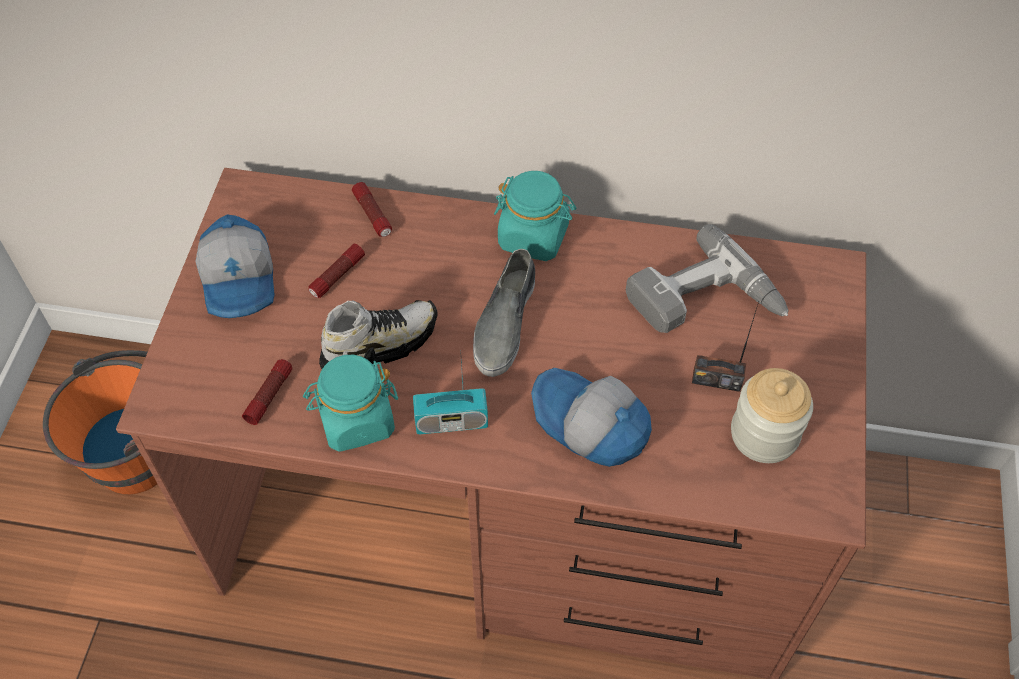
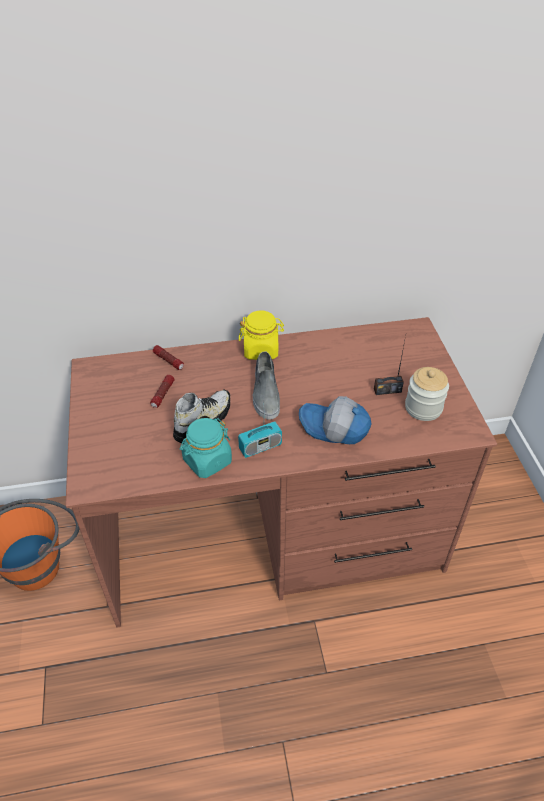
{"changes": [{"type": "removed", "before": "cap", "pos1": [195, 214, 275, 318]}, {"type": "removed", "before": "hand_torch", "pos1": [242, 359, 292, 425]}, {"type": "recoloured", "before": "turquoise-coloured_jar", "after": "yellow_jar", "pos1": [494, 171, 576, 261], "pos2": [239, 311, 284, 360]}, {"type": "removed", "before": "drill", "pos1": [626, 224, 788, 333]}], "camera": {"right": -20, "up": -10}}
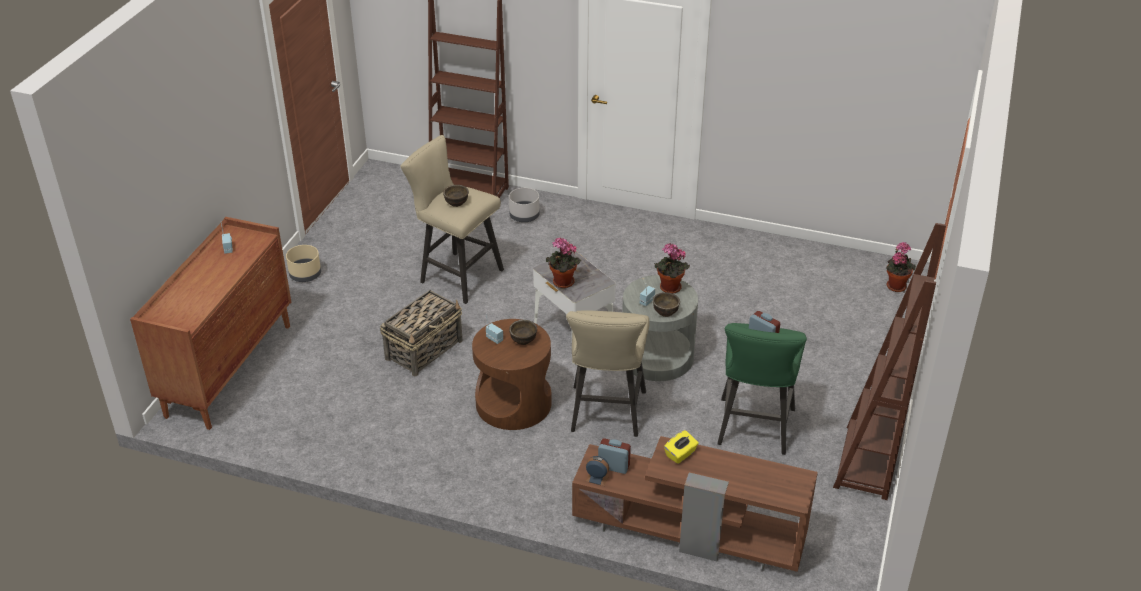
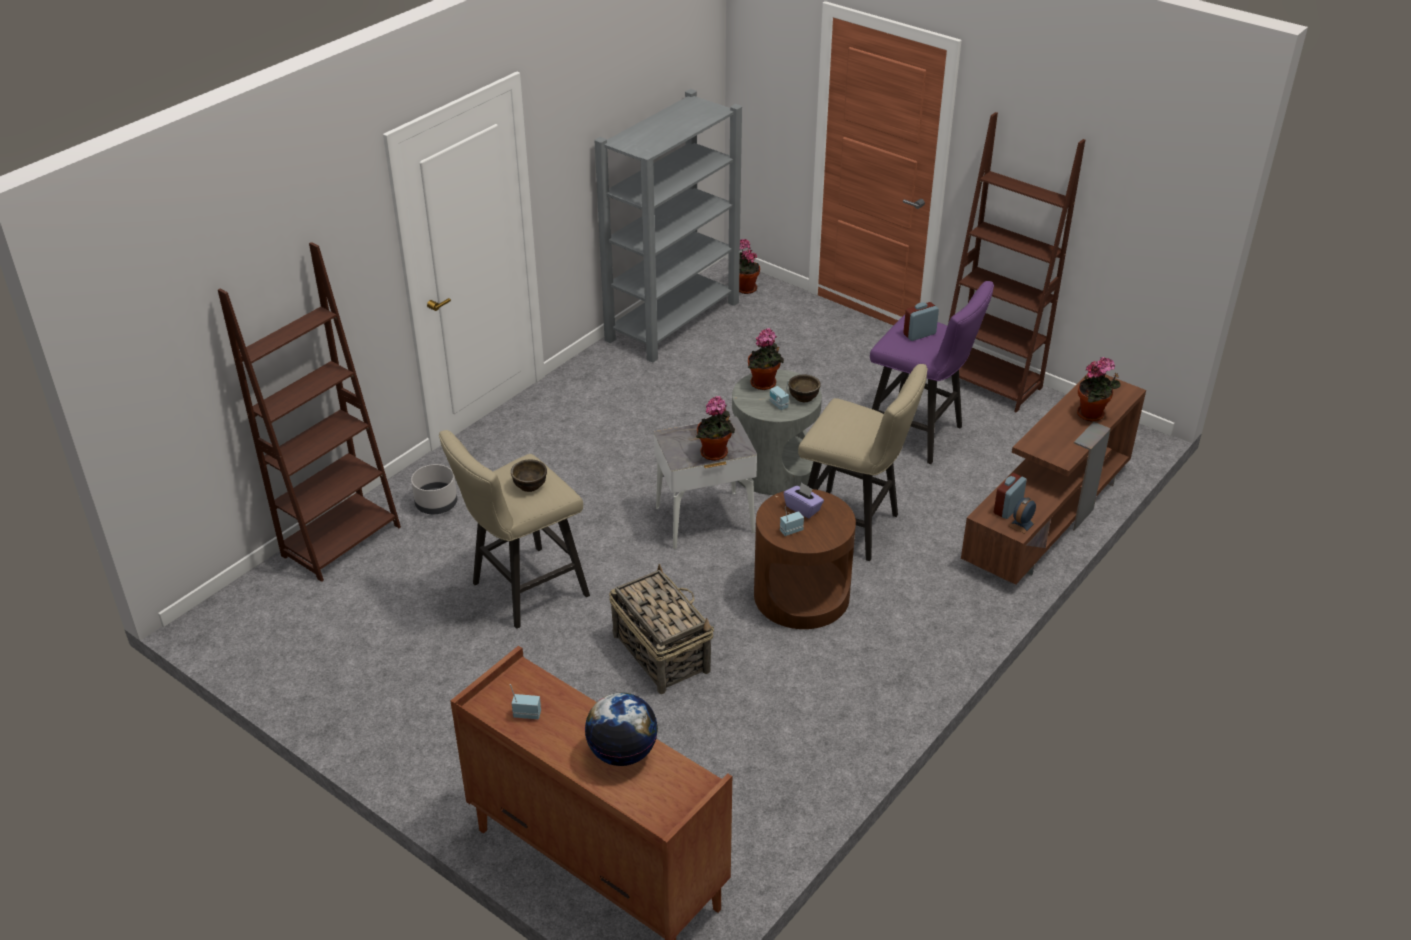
{"changes": [{"type": "removed", "before": "sand-coloured_planter", "pos1": [286, 245, 321, 282]}, {"type": "replaced", "before": "brownish_bowl", "after": "purple-coloured_tissue_box", "pos1": [509, 320, 537, 345], "pos2": [783, 482, 824, 518]}, {"type": "removed", "before": "yellow_tissue_box", "pos1": [664, 430, 699, 464]}, {"type": "recoloured", "before": "green_stool_seat", "after": "purple-coloured_stool_seat", "pos1": [718, 323, 807, 455], "pos2": [870, 281, 994, 464]}, {"type": "added", "after": "world_globe", "pos2": [585, 692, 658, 766]}, {"type": "added", "after": "gray_bookshelf", "pos2": [594, 89, 742, 363]}, {"type": "added", "after": "plant_in_a_pot", "pos2": [1077, 357, 1121, 421]}], "camera": {"right": -70, "up": 0}}
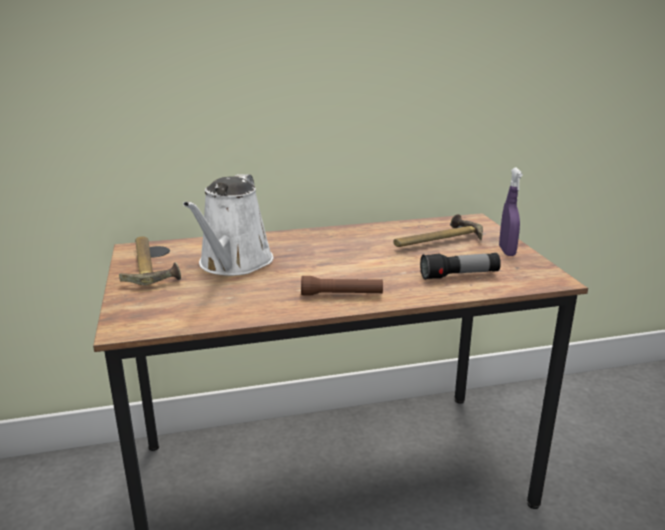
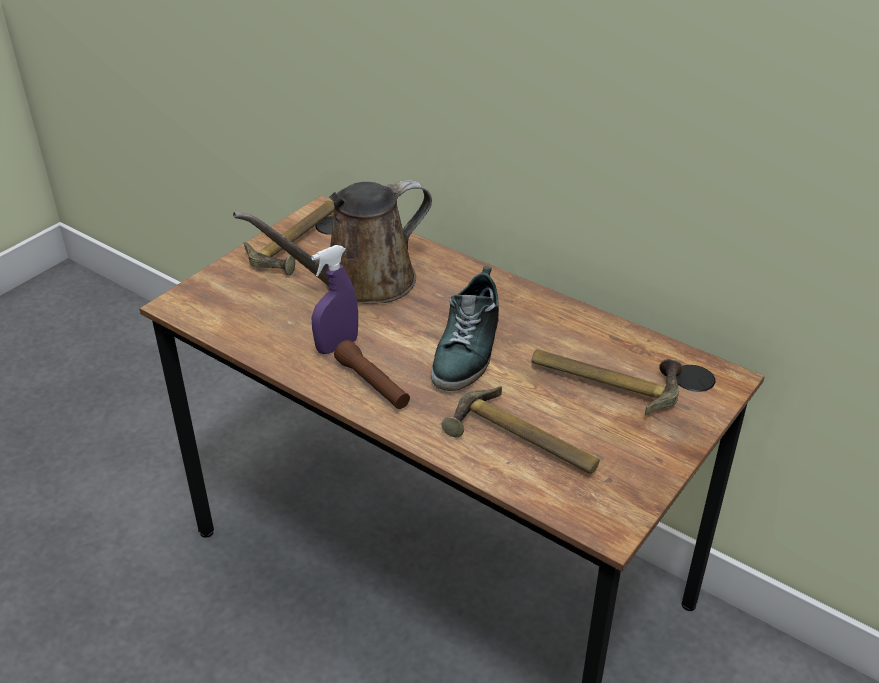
{"changes": [{"type": "recoloured", "before": "white-coloured_sprinkling_can", "after": "brownish_sprinkling_can", "pos1": [183, 174, 273, 276], "pos2": [233, 180, 432, 304]}, {"type": "replaced", "before": "hand_torch", "after": "hammer", "pos1": [420, 253, 501, 280], "pos2": [441, 386, 600, 474]}, {"type": "moved", "before": "purple-coloured_spray_bottle", "pos1": [499, 168, 523, 256], "pos2": [311, 245, 358, 354]}, {"type": "added", "after": "shoe", "pos2": [430, 266, 499, 391]}], "camera": {"right": 50, "up": 15}}
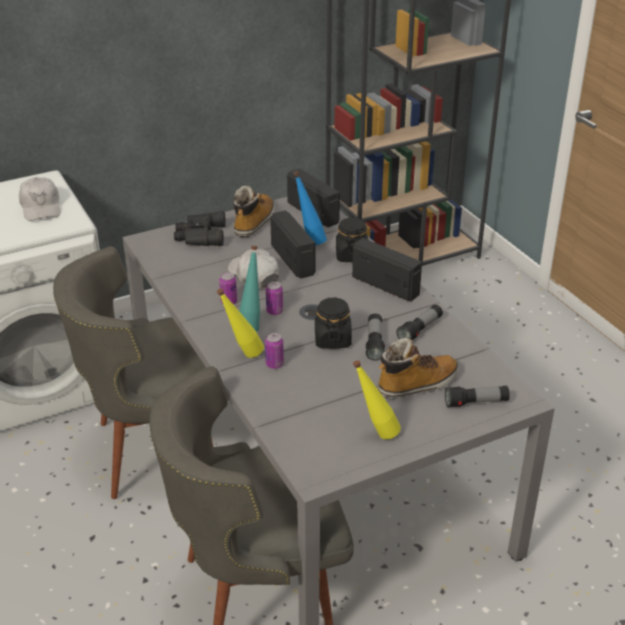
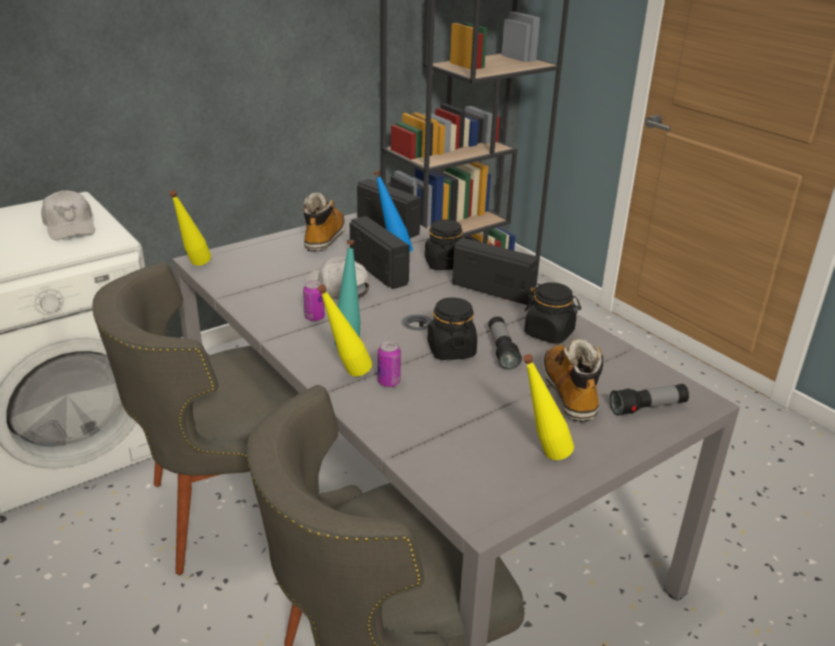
{"changes": [{"type": "removed", "before": "black_field_glasses", "pos1": [174, 211, 226, 246]}, {"type": "removed", "before": "can", "pos1": [266, 281, 283, 315]}, {"type": "turned", "before": "tall_boot", "pos1": [378, 338, 459, 399], "pos2": [543, 339, 603, 422], "turn": -60}, {"type": "replaced", "before": "hand_torch", "after": "black_jar", "pos1": [396, 305, 443, 340], "pos2": [524, 283, 581, 344]}, {"type": "added", "after": "yellow_drink_bottle", "pos2": [170, 190, 211, 266]}], "camera": {"right": -10, "up": -5}}
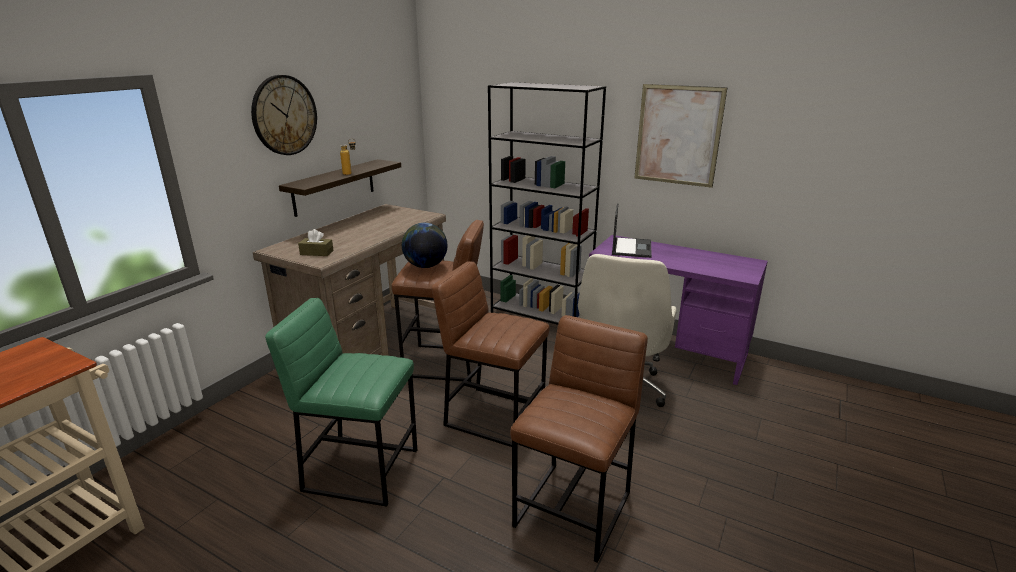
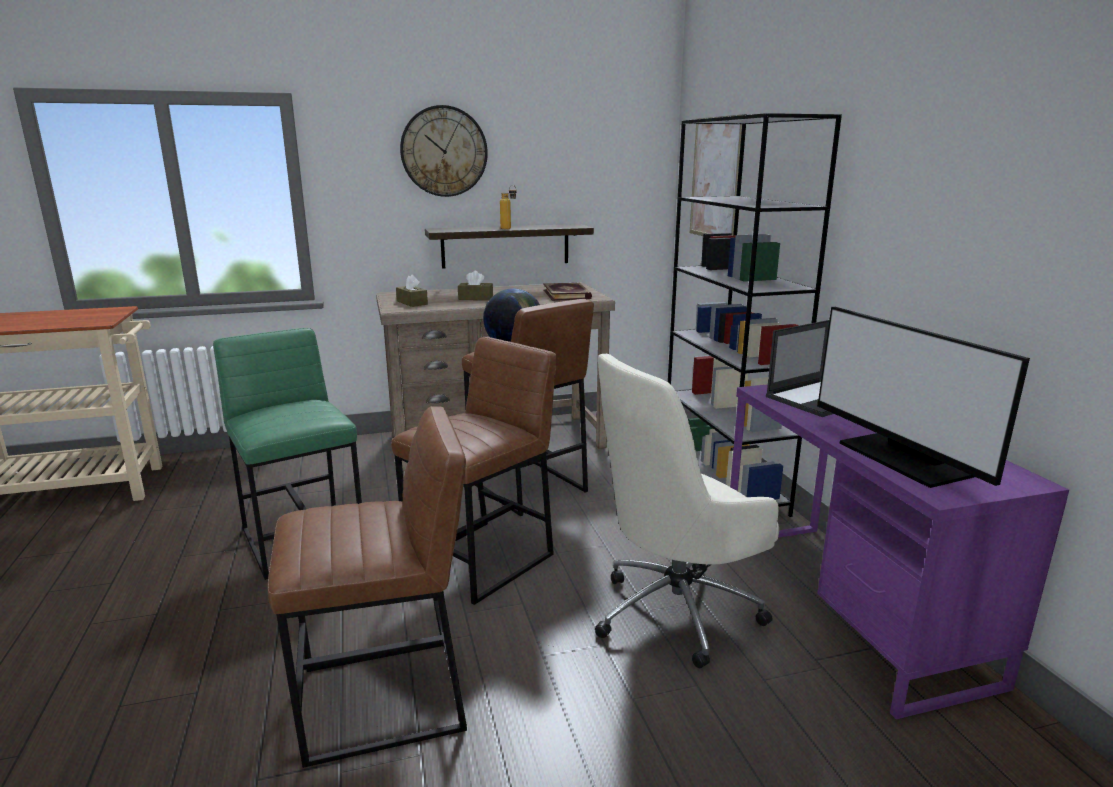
{"changes": [{"type": "turned", "before": "brownish_plain_chair", "pos1": [432, 261, 550, 447], "pos2": [391, 337, 557, 605], "turn": 60}, {"type": "moved", "before": "wall_picture", "pos1": [634, 84, 727, 188], "pos2": [690, 114, 747, 236]}, {"type": "added", "after": "brownish_tissue_box", "pos2": [458, 270, 493, 300]}, {"type": "added", "after": "book", "pos2": [543, 282, 592, 301]}, {"type": "added", "after": "computer_display", "pos2": [817, 307, 1030, 488]}], "camera": {"right": 45, "up": -5}}
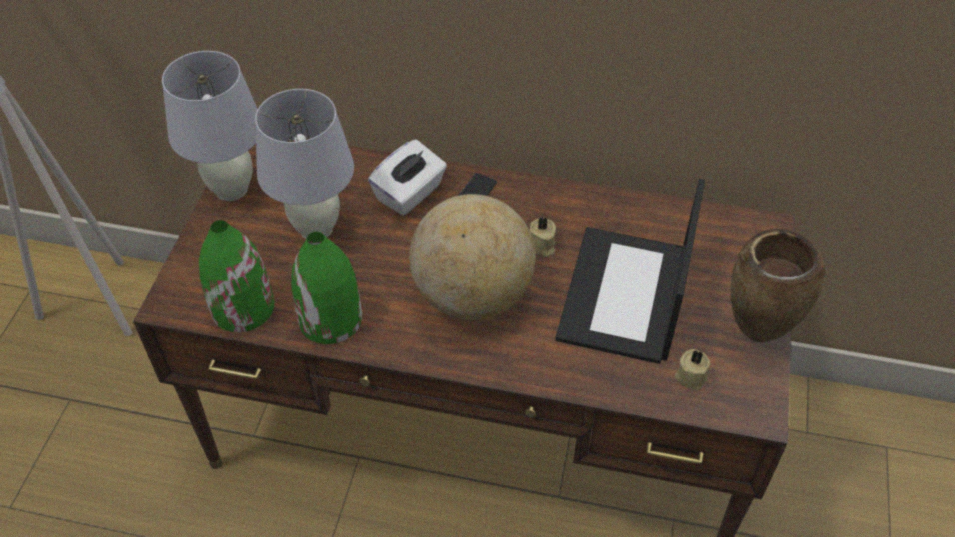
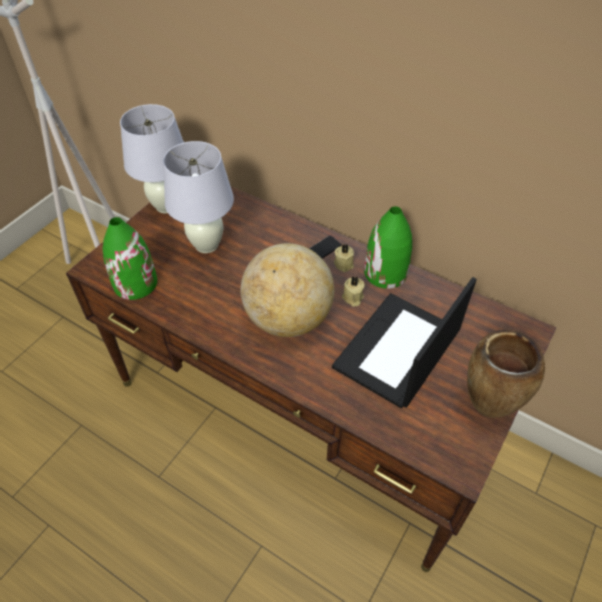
{"changes": [{"type": "moved", "before": "green_vase", "pos1": [291, 232, 362, 344], "pos2": [364, 206, 412, 288]}, {"type": "removed", "before": "white-coloured_tissue_box", "pos1": [368, 139, 447, 216]}, {"type": "moved", "before": "sand-coloured_candle", "pos1": [675, 349, 710, 390], "pos2": [334, 244, 354, 272]}], "camera": {"right": 20, "up": 0}}
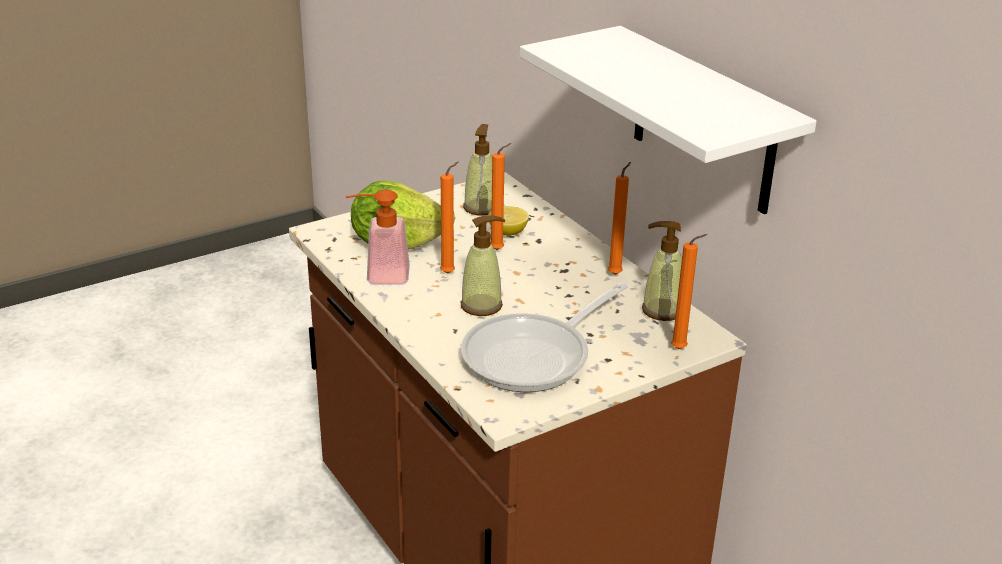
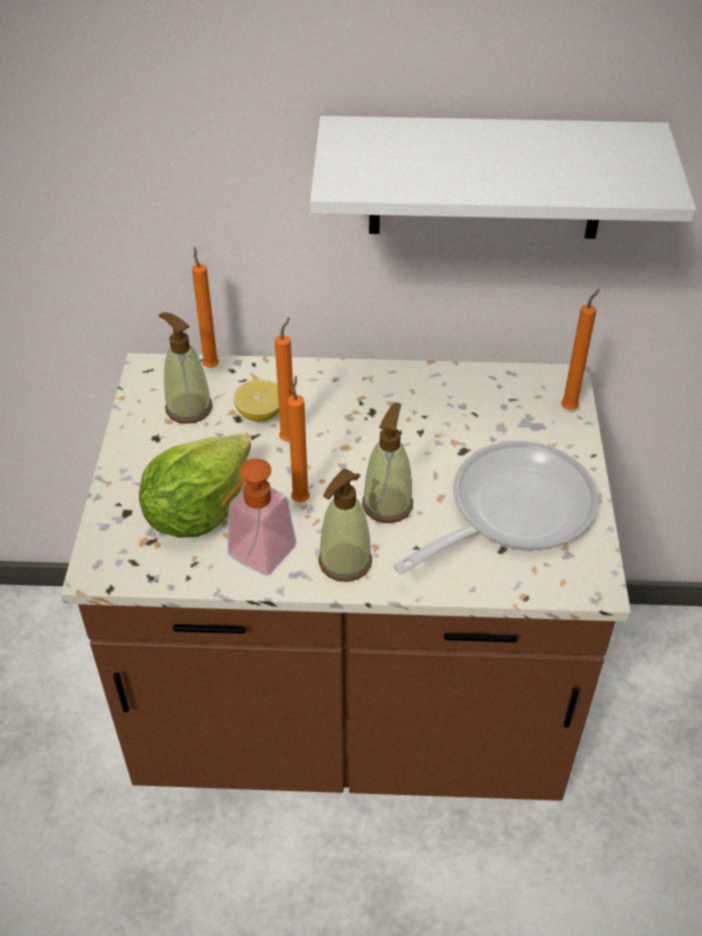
{"changes": [{"type": "turned", "before": "frying_pan", "pos1": [461, 282, 628, 392], "pos2": [393, 441, 599, 574], "turn": -120}, {"type": "moved", "before": "orange-coloured_candle", "pos1": [608, 162, 631, 275], "pos2": [192, 247, 219, 368]}, {"type": "moved", "before": "soap_dispenser", "pos1": [642, 221, 682, 321], "pos2": [318, 468, 372, 582]}], "camera": {"right": -55, "up": 15}}
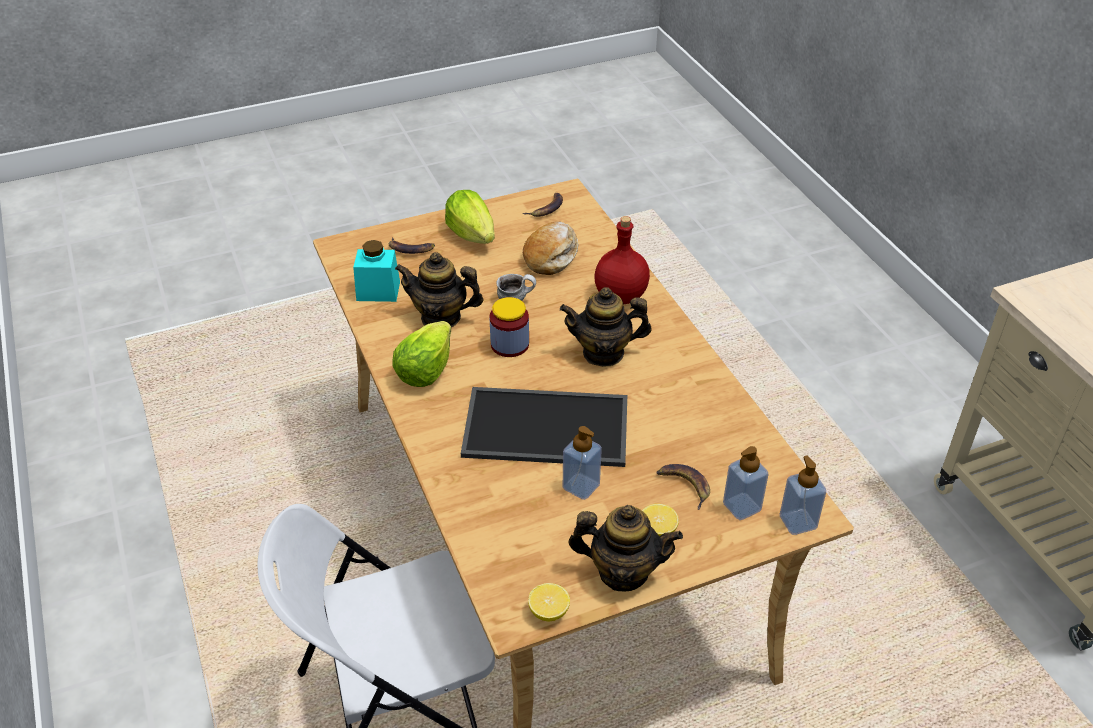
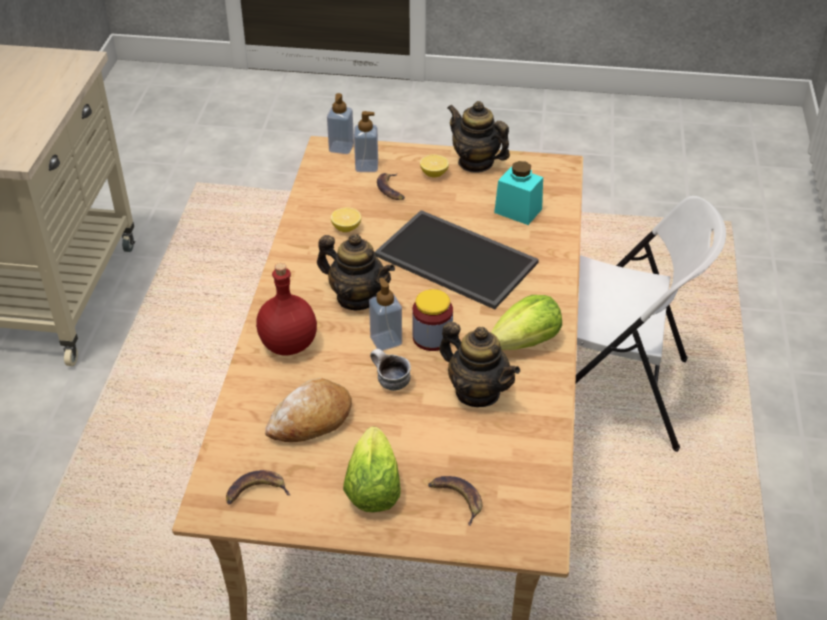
{"changes": [{"type": "moved", "before": "turquoise-coloured_jar", "pos1": [353, 240, 400, 302], "pos2": [494, 161, 543, 225]}, {"type": "moved", "before": "citrus_fruit", "pos1": [528, 583, 570, 621], "pos2": [331, 208, 361, 232]}, {"type": "moved", "before": "soap_dispenser", "pos1": [563, 426, 602, 500], "pos2": [369, 278, 402, 351]}], "camera": {"right": -150, "up": 0}}
